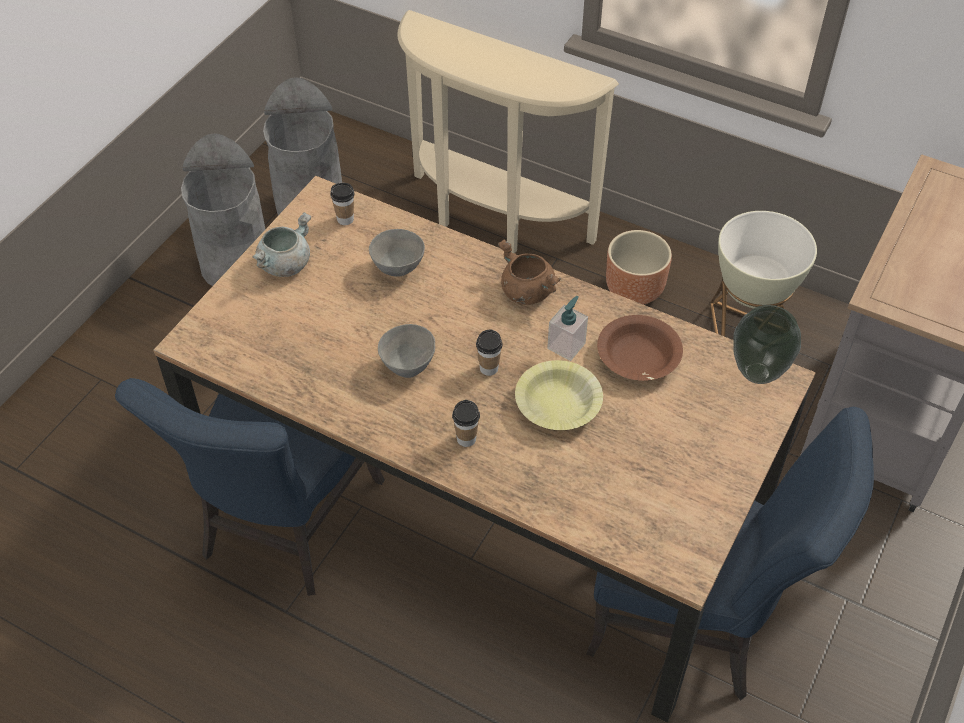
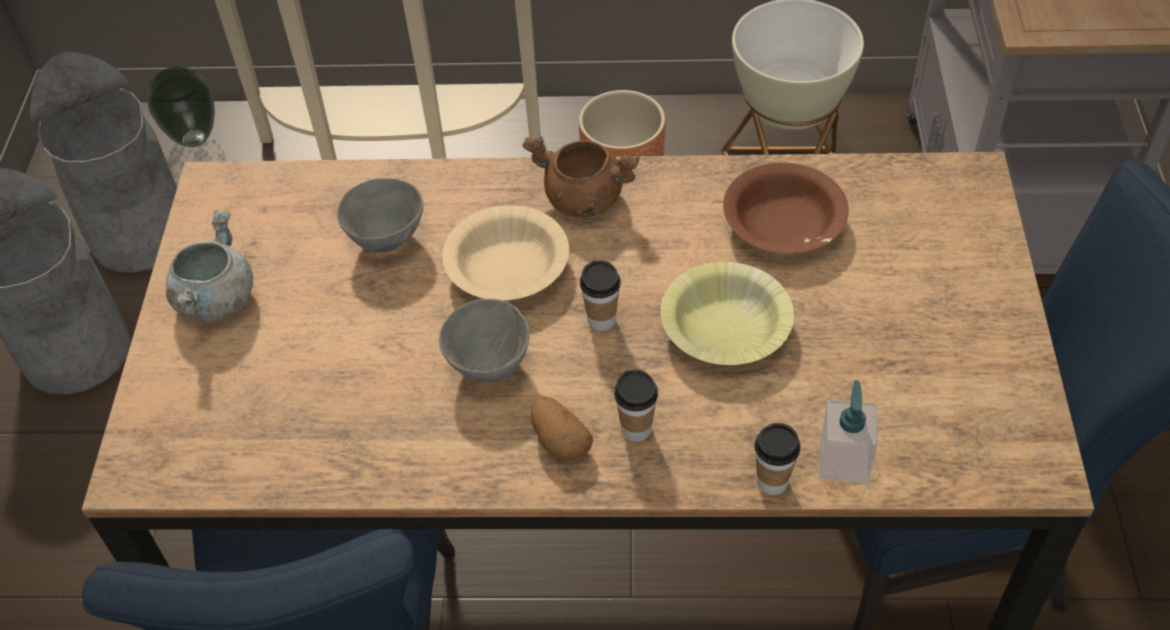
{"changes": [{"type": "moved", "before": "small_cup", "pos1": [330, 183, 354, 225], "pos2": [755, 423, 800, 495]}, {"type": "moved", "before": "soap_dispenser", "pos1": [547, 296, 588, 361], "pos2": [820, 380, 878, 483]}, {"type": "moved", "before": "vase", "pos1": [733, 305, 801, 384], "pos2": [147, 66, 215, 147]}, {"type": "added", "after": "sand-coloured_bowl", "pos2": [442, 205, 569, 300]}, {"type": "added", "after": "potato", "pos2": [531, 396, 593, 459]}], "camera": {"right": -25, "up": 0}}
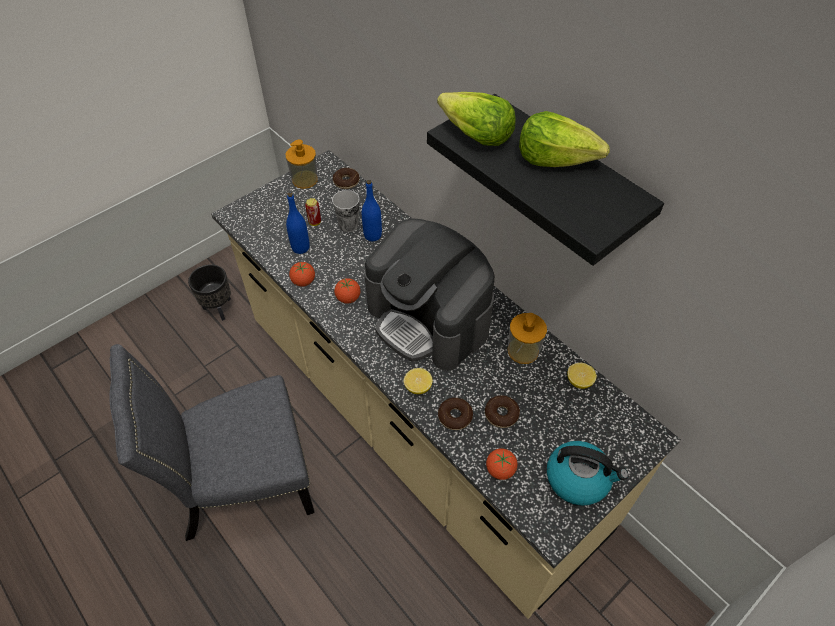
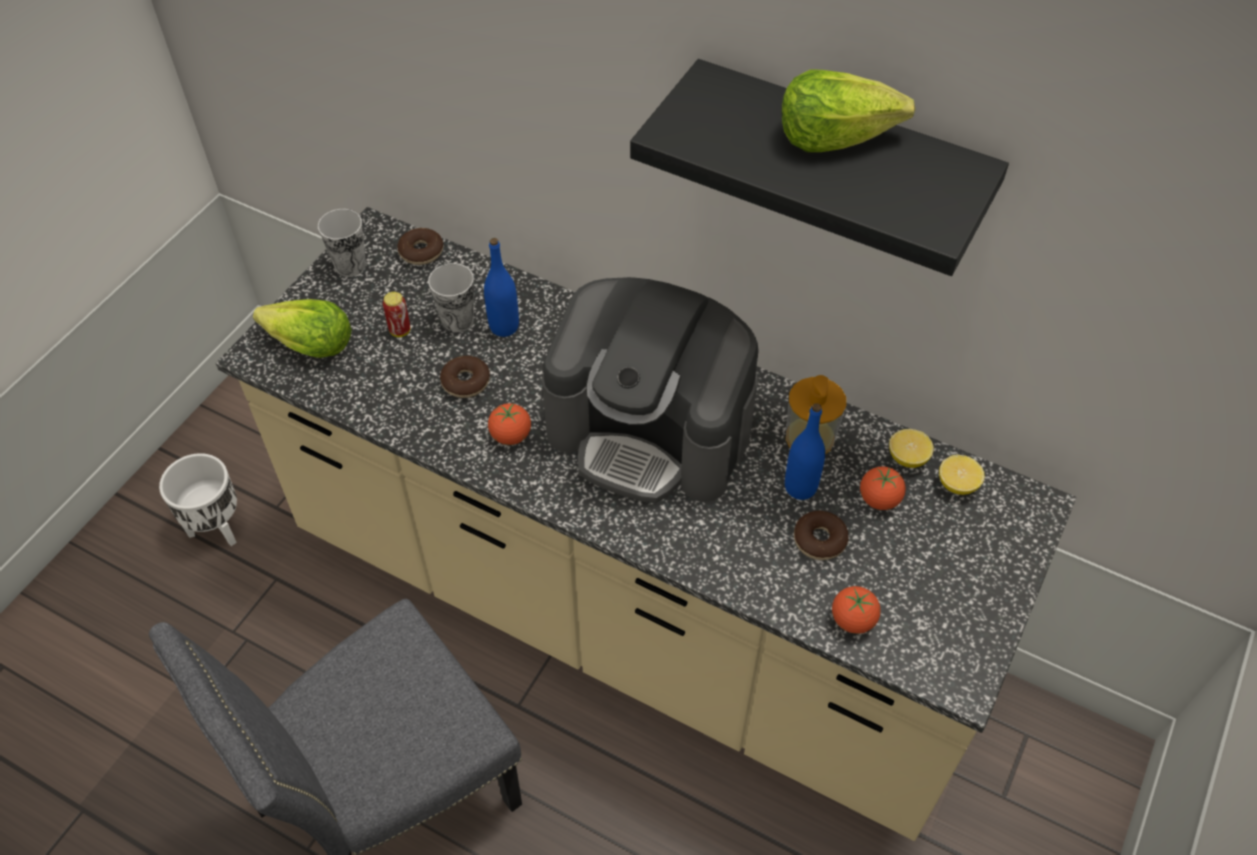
{"changes": [{"type": "recoloured", "before": "black_planter", "after": "white-coloured_planter", "pos1": [188, 264, 231, 321], "pos2": [159, 453, 237, 546]}, {"type": "replaced", "before": "soap_dispenser", "after": "small_cup", "pos1": [286, 140, 318, 189], "pos2": [318, 209, 366, 277]}, {"type": "moved", "before": "blue-coloured_drink_bottle", "pos1": [286, 192, 310, 254], "pos2": [785, 403, 825, 500]}, {"type": "moved", "before": "fresh_tomato", "pos1": [289, 262, 315, 287], "pos2": [860, 467, 906, 510]}, {"type": "moved", "before": "citrus_fruit", "pos1": [404, 368, 433, 394], "pos2": [939, 455, 984, 495]}, {"type": "moved", "before": "head_of_lettuce", "pos1": [437, 92, 516, 146], "pos2": [253, 299, 352, 358]}, {"type": "moved", "before": "ring_doughnut", "pos1": [438, 398, 473, 430], "pos2": [440, 356, 490, 398]}, {"type": "removed", "before": "water_kettle", "pos1": [547, 441, 628, 506]}], "camera": {"right": -20, "up": 0}}
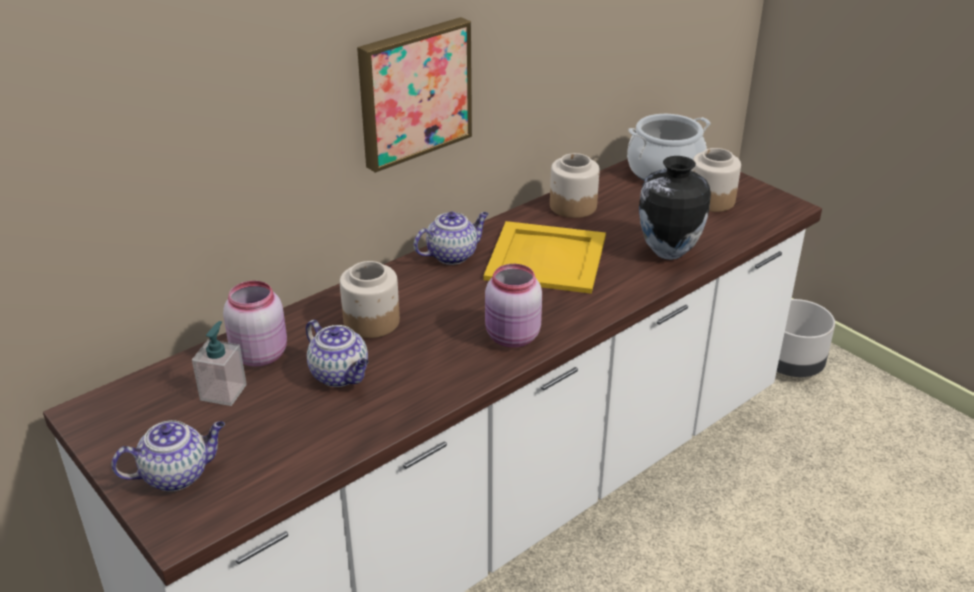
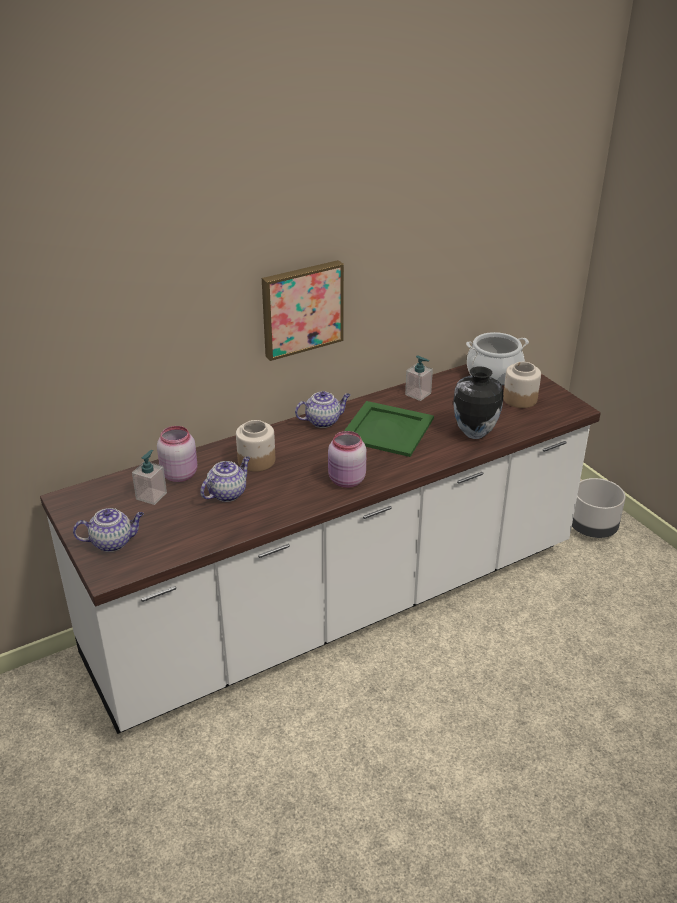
{"changes": [{"type": "turned", "before": "tea_pot", "pos1": [306, 320, 369, 387], "pos2": [200, 457, 250, 502], "turn": -105}, {"type": "recoloured", "before": "yellow_carrying_tray", "after": "green_carrying_tray", "pos1": [483, 221, 606, 294], "pos2": [344, 401, 434, 457]}, {"type": "replaced", "before": "jar", "after": "soap_dispenser", "pos1": [550, 153, 600, 218], "pos2": [405, 356, 433, 401]}], "camera": {"right": 10, "up": 0}}
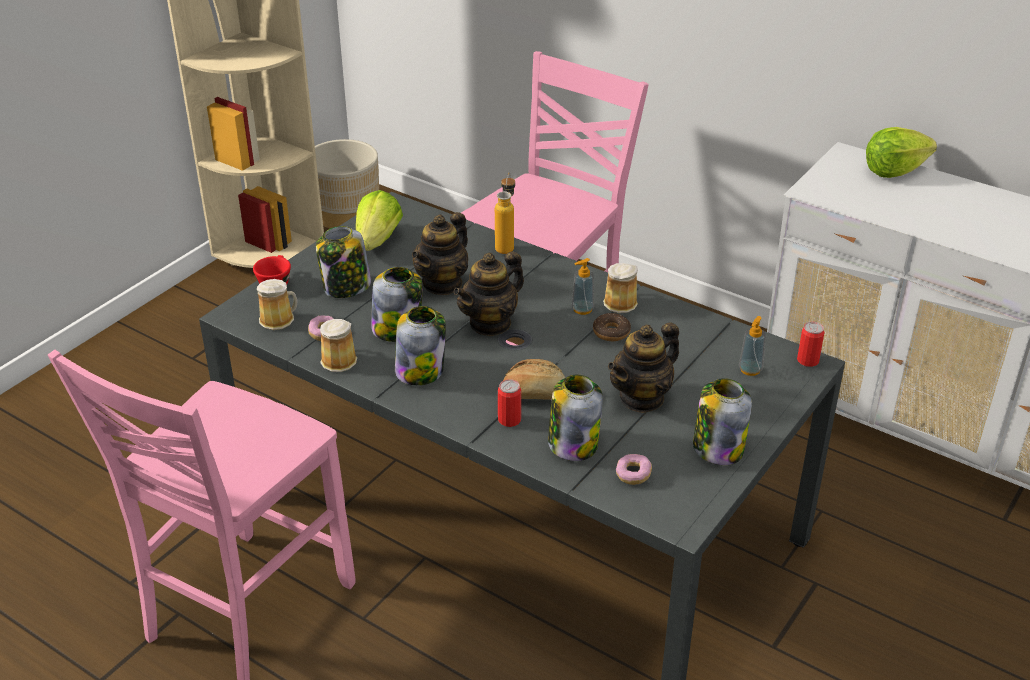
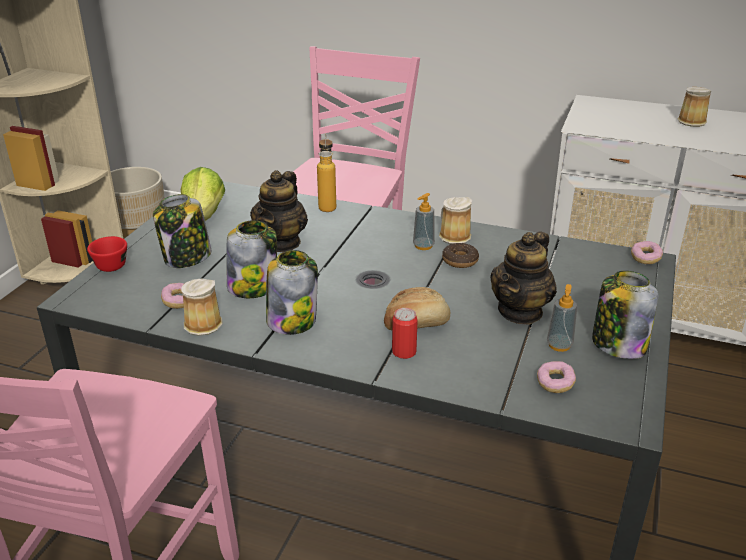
{"changes": [{"type": "moved", "before": "mug", "pos1": [257, 279, 298, 330], "pos2": [678, 87, 712, 127]}, {"type": "removed", "before": "tea_pot", "pos1": [453, 252, 524, 336]}, {"type": "removed", "before": "jar", "pos1": [548, 375, 603, 461]}, {"type": "moved", "before": "soap_dispenser", "pos1": [739, 316, 766, 376], "pos2": [547, 284, 577, 352]}, {"type": "replaced", "before": "can", "after": "ring_doughnut", "pos1": [797, 322, 824, 367], "pos2": [631, 241, 663, 264]}, {"type": "removed", "before": "head_of_lettuce", "pos1": [866, 127, 937, 178]}], "camera": {"right": -15, "up": -5}}
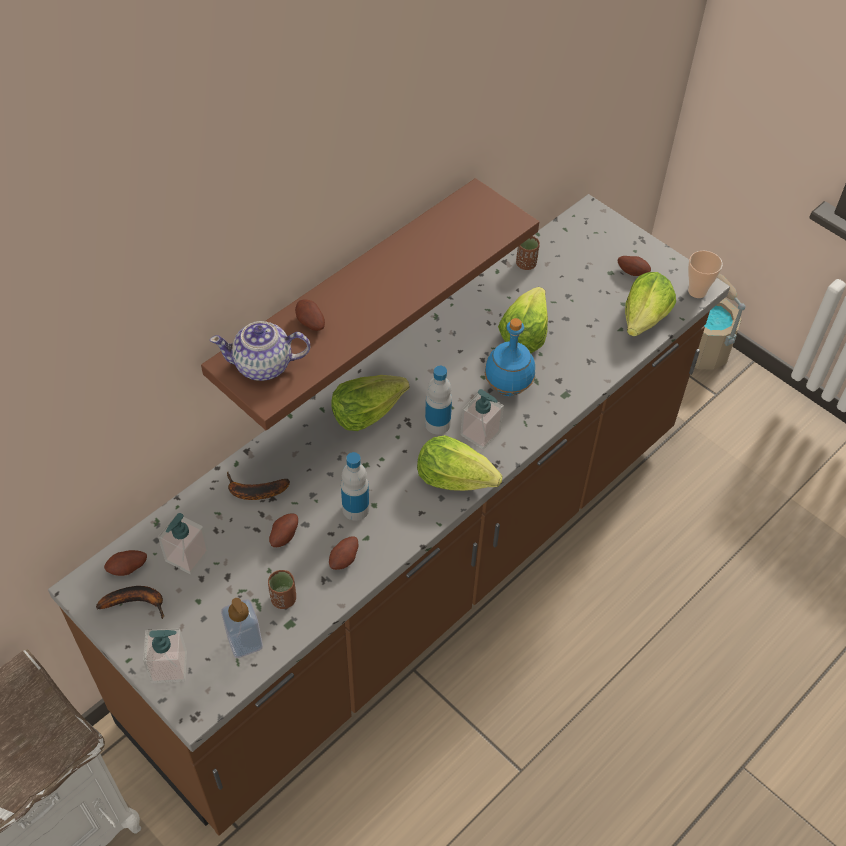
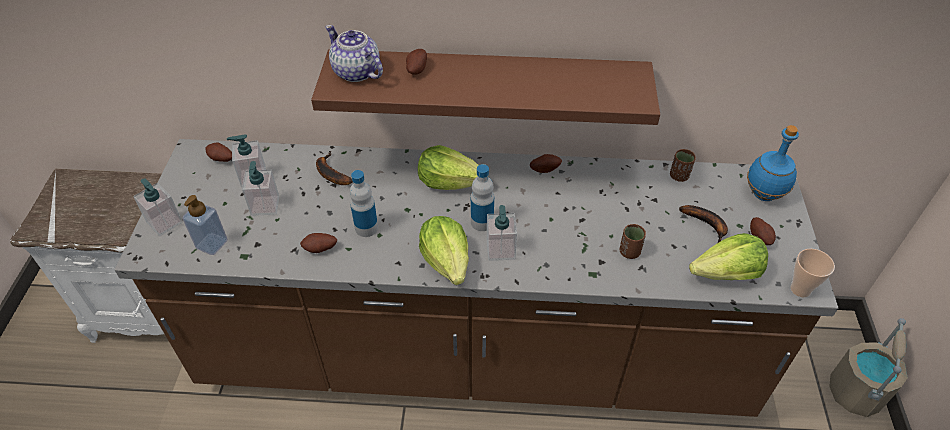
{"changes": [{"type": "moved", "before": "whole_banana", "pos1": [96, 586, 164, 619], "pos2": [679, 205, 728, 243]}, {"type": "moved", "before": "brownish_small_cup", "pos1": [268, 570, 296, 609], "pos2": [620, 224, 646, 259]}, {"type": "moved", "before": "potato", "pos1": [269, 513, 298, 547], "pos2": [530, 154, 562, 173]}, {"type": "moved", "before": "blue-coloured_drink_bottle", "pos1": [485, 318, 535, 396], "pos2": [747, 125, 799, 201]}, {"type": "removed", "before": "head_of_lettuce", "pos1": [498, 287, 548, 353]}, {"type": "added", "after": "soap_dispenser", "pos2": [242, 161, 279, 216]}], "camera": {"right": 50, "up": -5}}
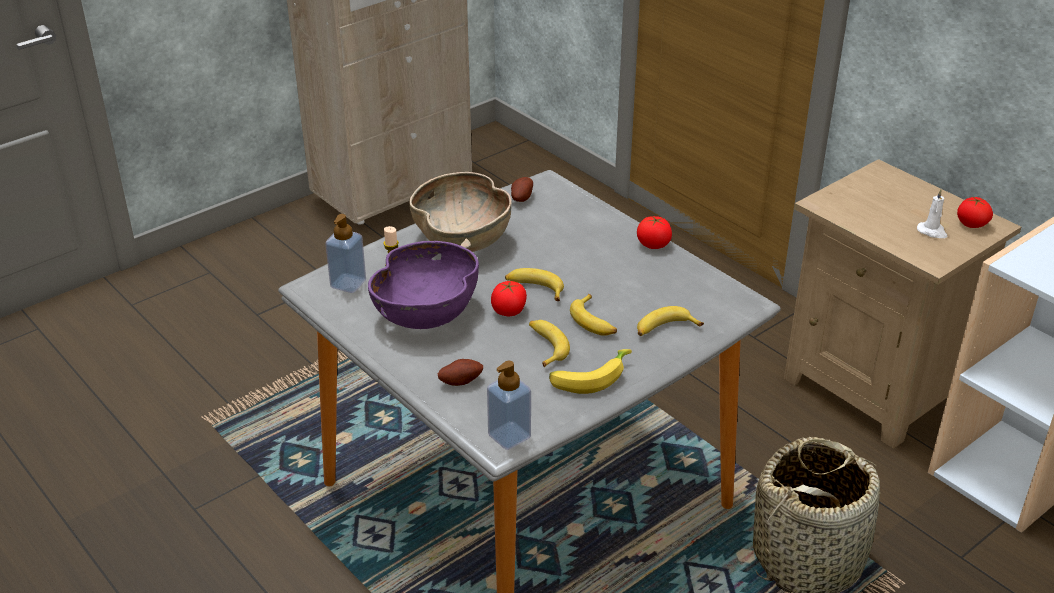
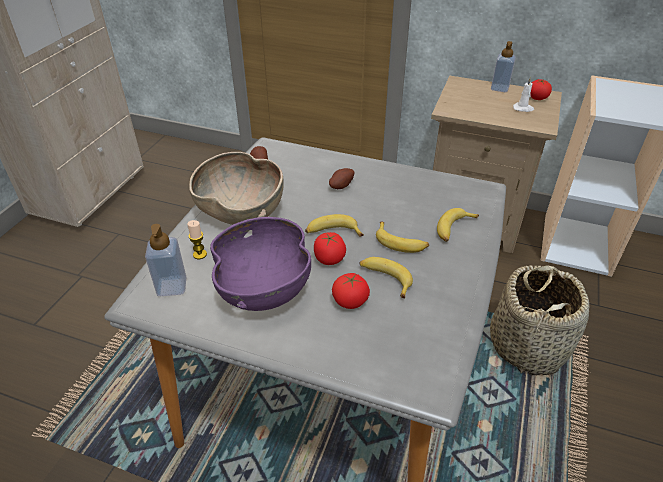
{"changes": [{"type": "moved", "before": "potato", "pos1": [438, 359, 483, 386], "pos2": [329, 168, 354, 189]}, {"type": "moved", "before": "soap_dispenser", "pos1": [487, 361, 531, 450], "pos2": [491, 41, 516, 92]}, {"type": "removed", "before": "whole_banana", "pos1": [549, 349, 632, 394]}, {"type": "moved", "before": "fresh_tomato", "pos1": [637, 216, 672, 249], "pos2": [332, 273, 370, 309]}], "camera": {"right": -30, "up": 5}}
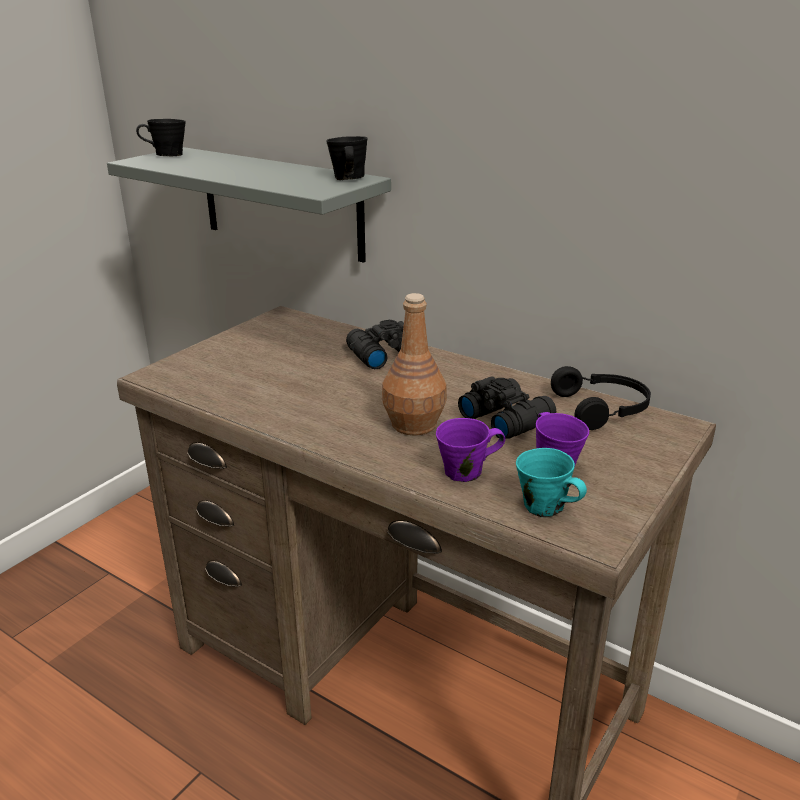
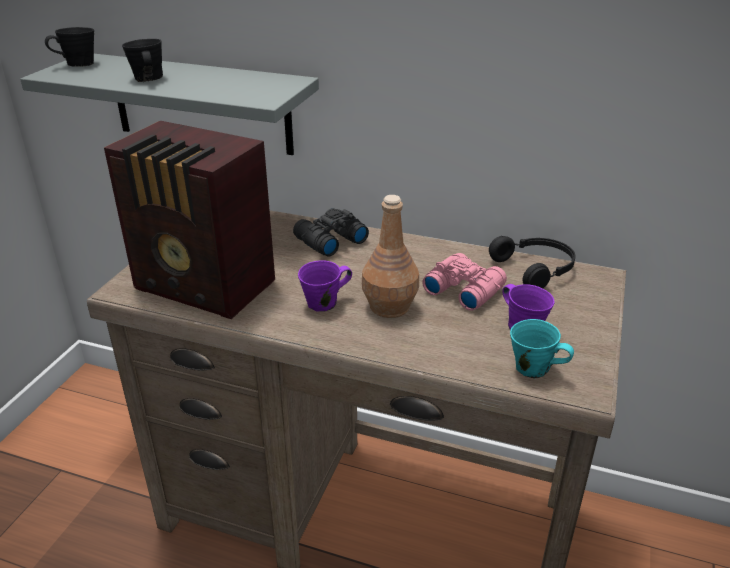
{"changes": [{"type": "moved", "before": "black_mug", "pos1": [326, 136, 367, 180], "pos2": [122, 39, 163, 82]}, {"type": "moved", "before": "purple-coloured_mug", "pos1": [436, 418, 505, 482], "pos2": [298, 260, 352, 311]}, {"type": "recoloured", "before": "black_field_glasses", "after": "pinkish_field_glasses", "pos1": [458, 376, 556, 439], "pos2": [422, 253, 507, 311]}, {"type": "added", "after": "radio", "pos2": [104, 121, 275, 319]}], "camera": {"right": -15, "up": 5}}
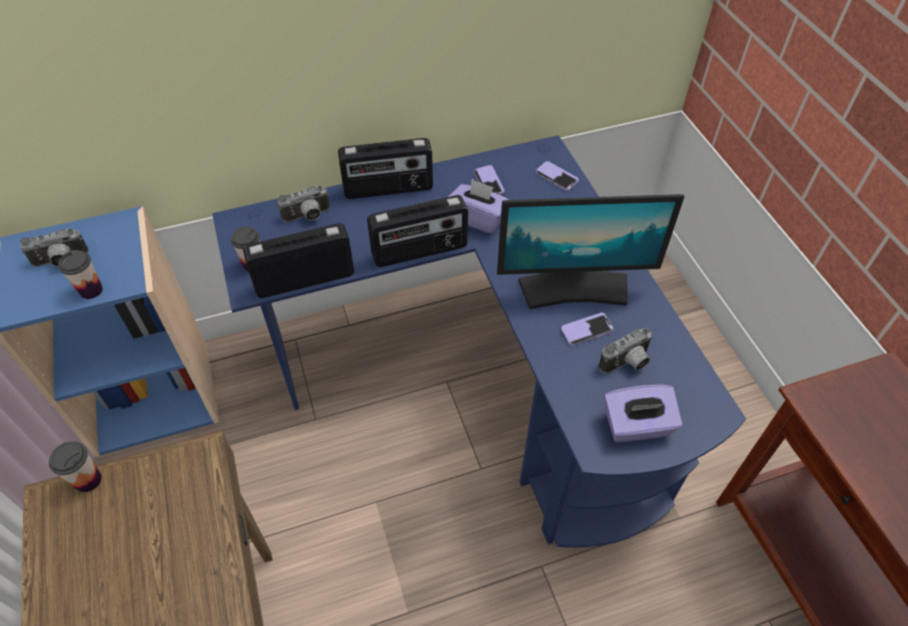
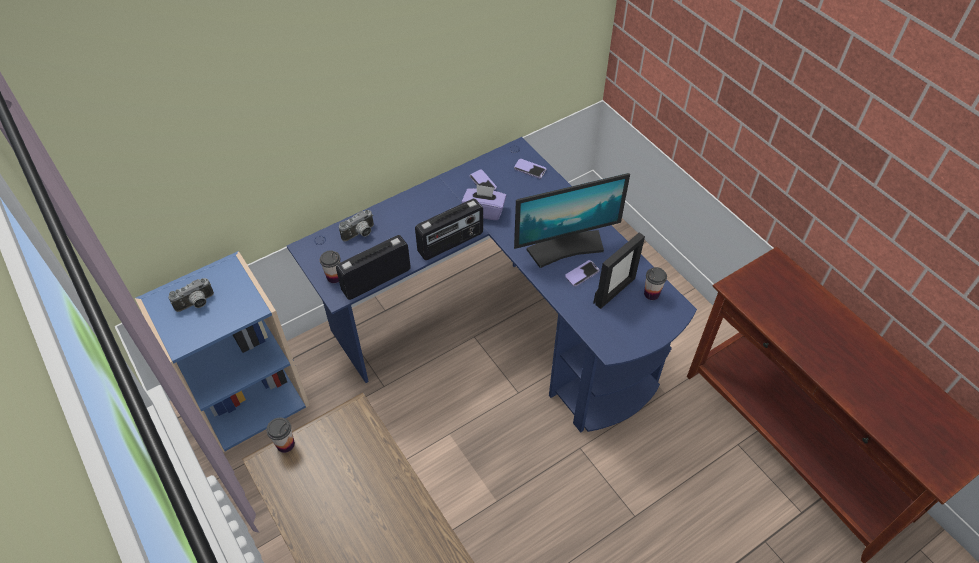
{"changes": [{"type": "moved", "before": "small_cup", "pos1": [58, 250, 103, 299], "pos2": [644, 267, 667, 300]}, {"type": "removed", "before": "radio", "pos1": [338, 138, 433, 199]}, {"type": "replaced", "before": "still_camera", "after": "picture_frame", "pos1": [599, 328, 653, 373], "pos2": [593, 232, 645, 309]}, {"type": "removed", "before": "purple-coloured_tissue_box", "pos1": [604, 384, 683, 442]}], "camera": {"right": -15, "up": 0}}
